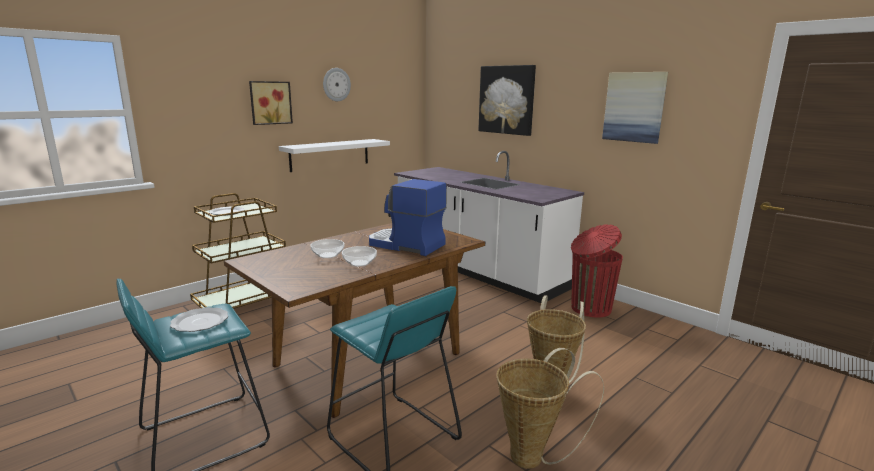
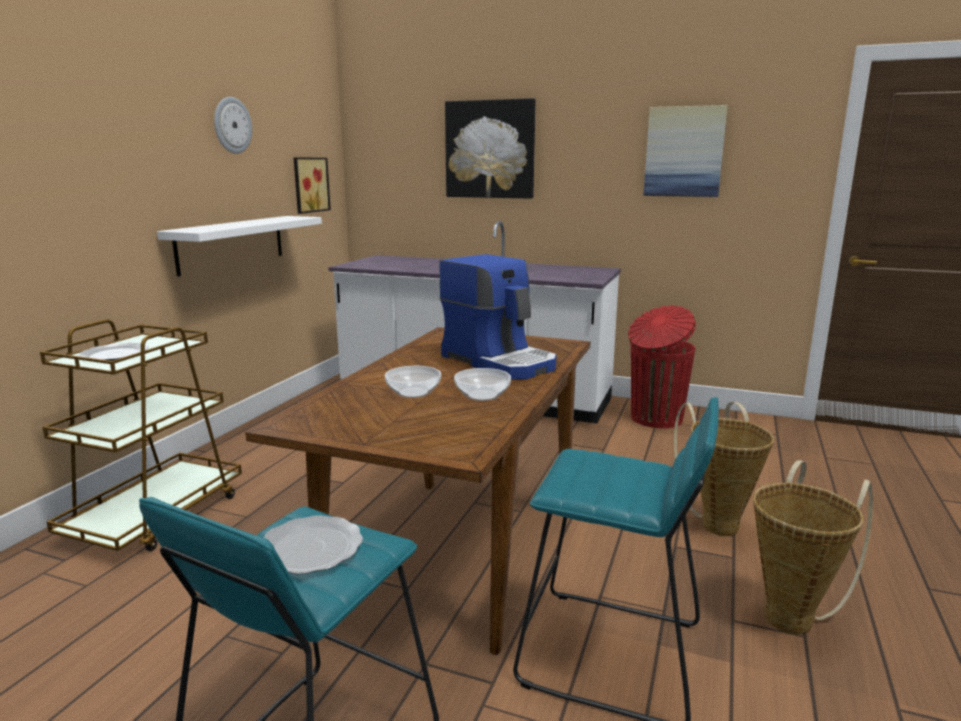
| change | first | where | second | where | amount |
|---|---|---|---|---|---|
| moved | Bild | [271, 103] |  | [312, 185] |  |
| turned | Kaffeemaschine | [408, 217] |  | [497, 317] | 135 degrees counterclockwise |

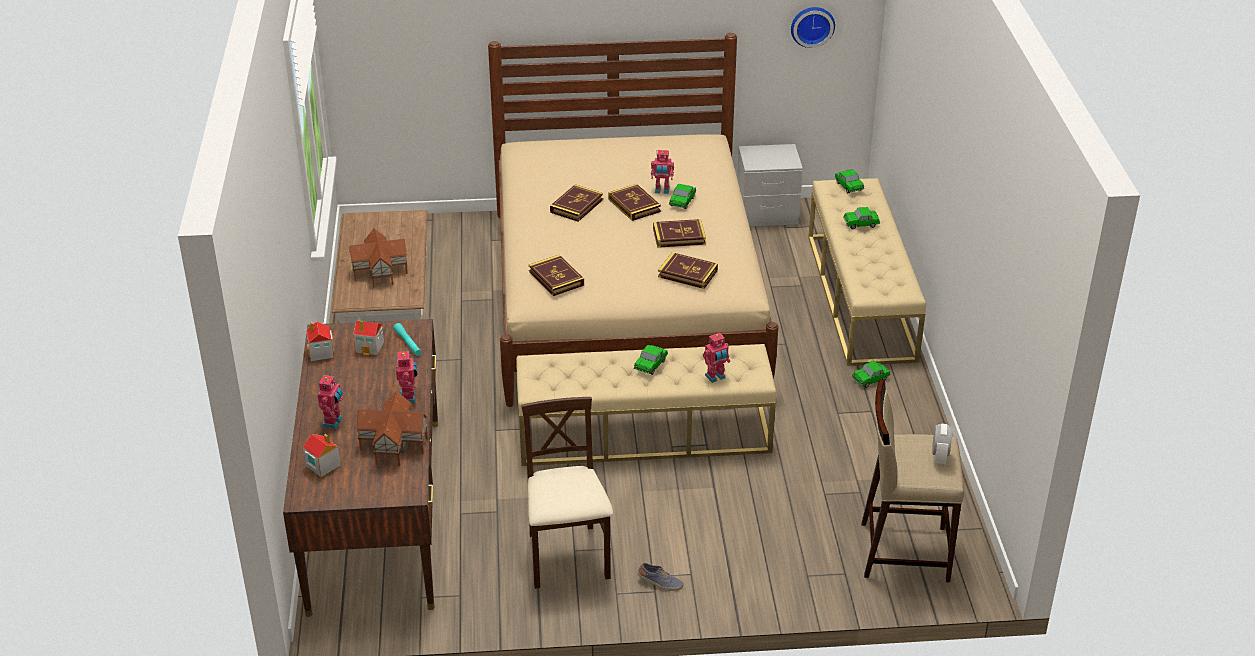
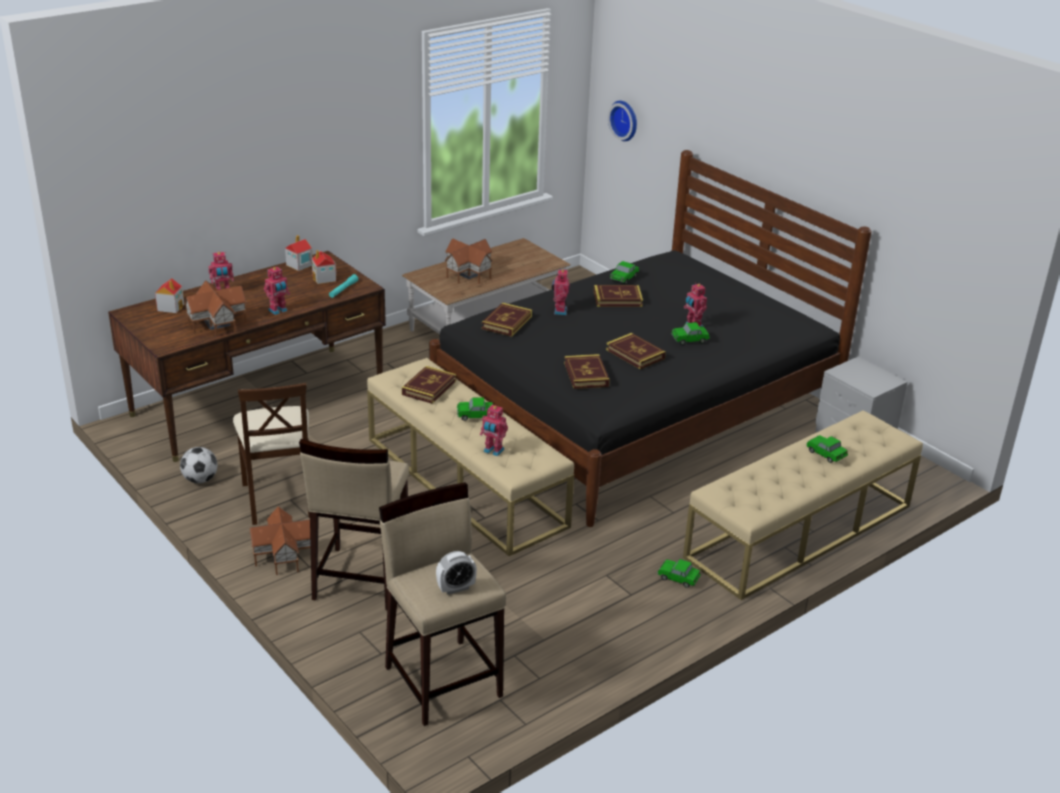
| change | first | where | second | where | amount |
|---|---|---|---|---|---|
| added |  |  | Fußball | [199, 465] |  |
| turned | Stuhl/beige | [567, 493] |  | [271, 454] | 120 degrees clockwise |
| replaced | Schuh | [661, 577] | Spielzeughaus | [280, 540] |  |
| added |  |  | Hocker/beige | [354, 524] |  |
| moved | Buch | [634, 202] |  | [429, 385] |  |
| recoloured | Bett/beige | [633, 220] | Bett/schwarz | [650, 338] |  |
| added |  |  | Spielzeugroboter | [561, 291] |  |
| moved | Wanduhr | [813, 27] |  | [622, 121] |  |
| moved | Spielzeugauto | [849, 181] |  | [624, 272] |  |

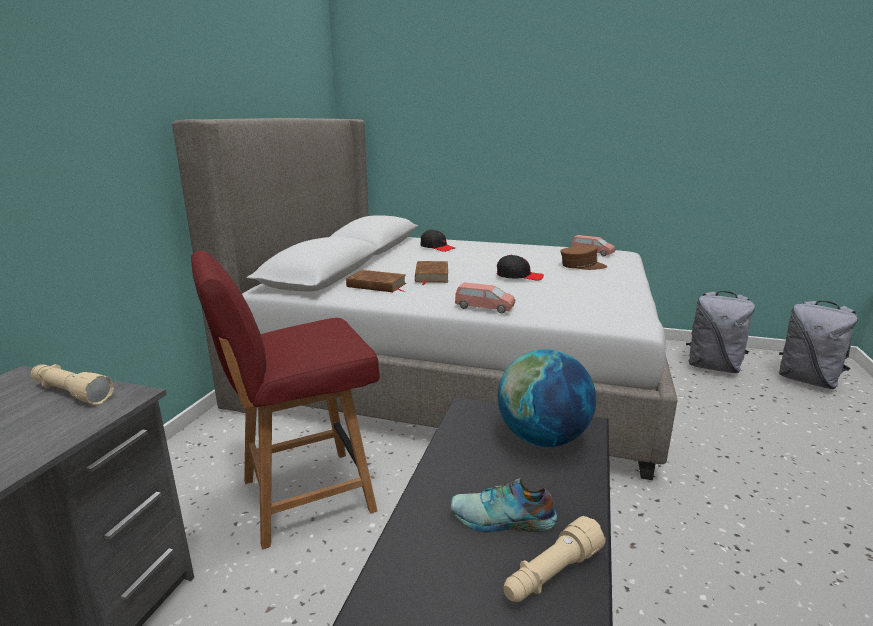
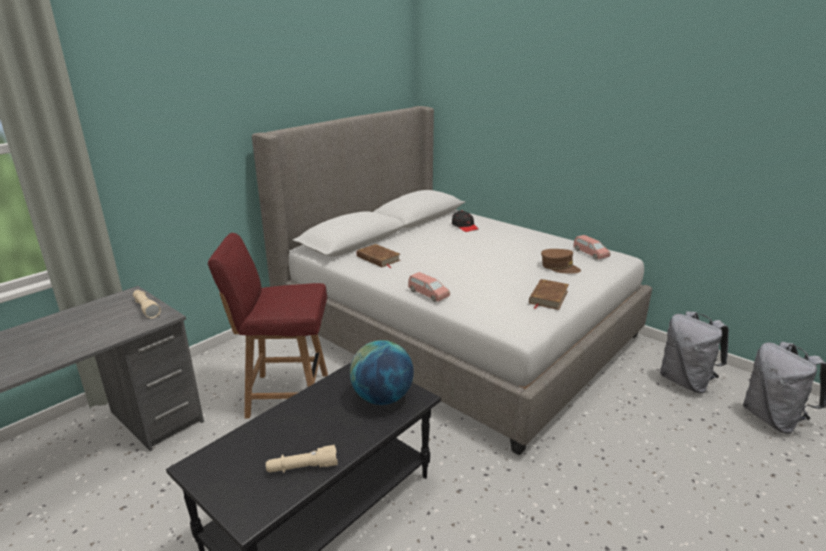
| change | first | where | second | where | amount |
|---|---|---|---|---|---|
| moved | Buch/braun | [431, 273] |  | [549, 294] |  |
| removed | Schuh | [504, 505] |  |  |  |
| removed | Kappe/schwarz | [520, 267] |  |  |  |

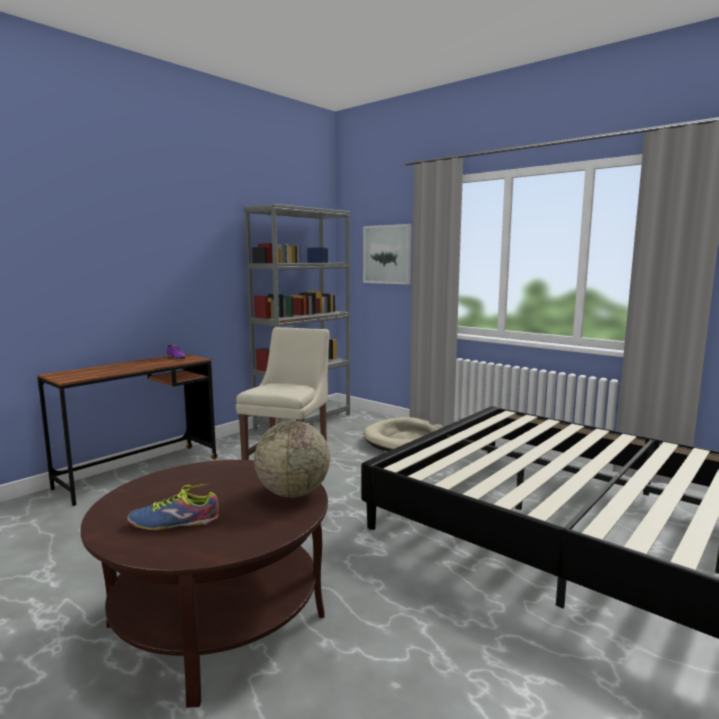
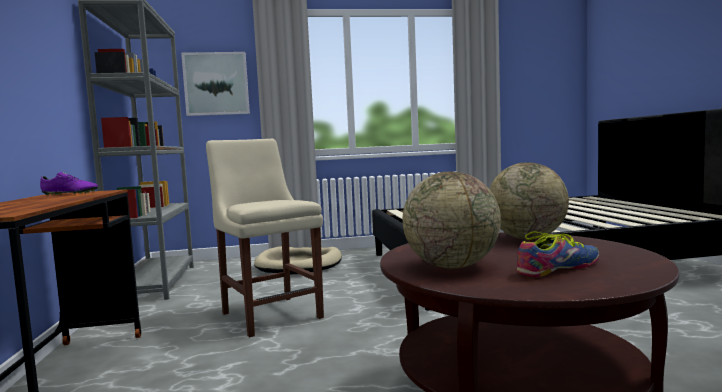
| change | first | where | second | where | amount |
|---|---|---|---|---|---|
| added |  |  | Globus | [451, 220] |  |
| turned | Schuh | [173, 507] |  | [558, 254] | 150 degrees counterclockwise |

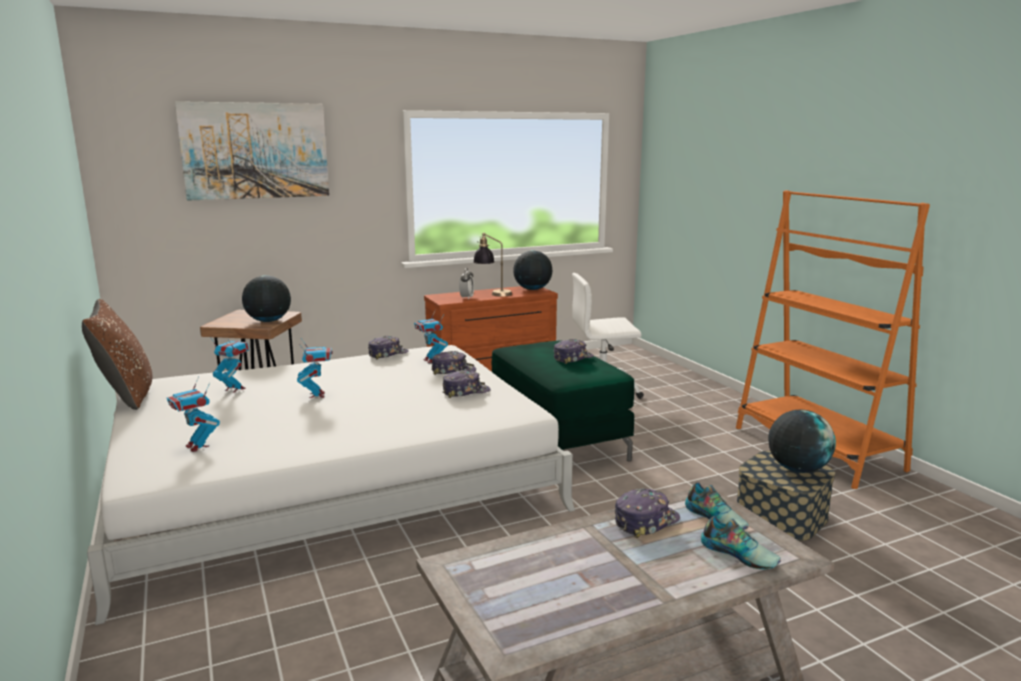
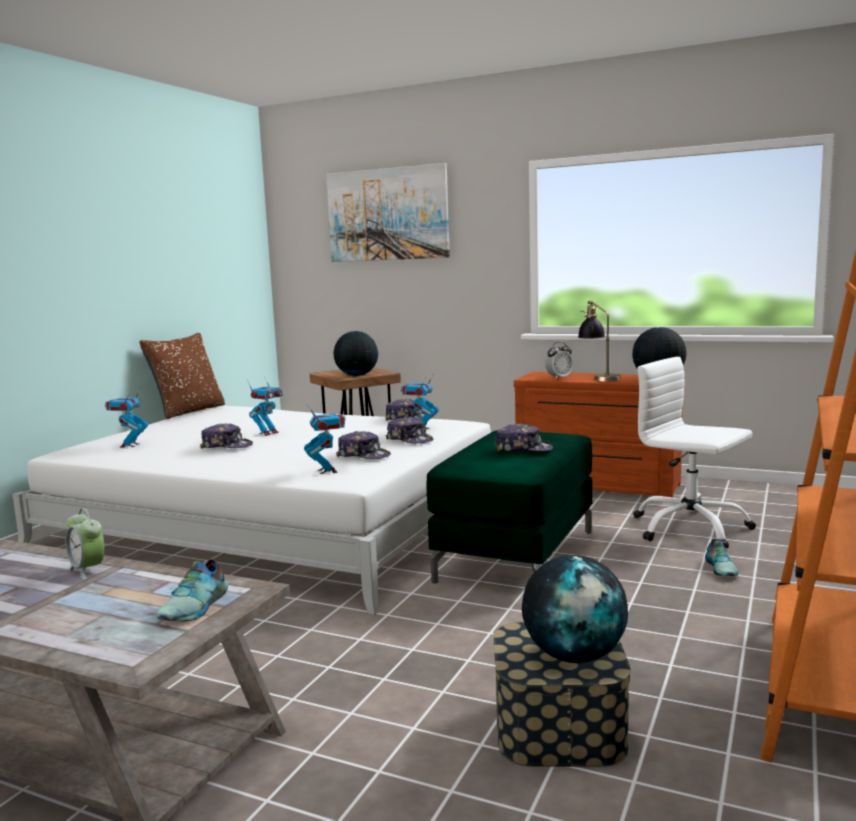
| change | first | where | second | where | amount |
|---|---|---|---|---|---|
| added |  |  | Wecker | [85, 544] |  |
| moved | Kappe | [647, 513] |  | [226, 436] |  |
| moved | Spielzeugroboter | [229, 365] |  | [324, 439] |  |
| moved | Schuh | [741, 542] |  | [722, 557] |  |

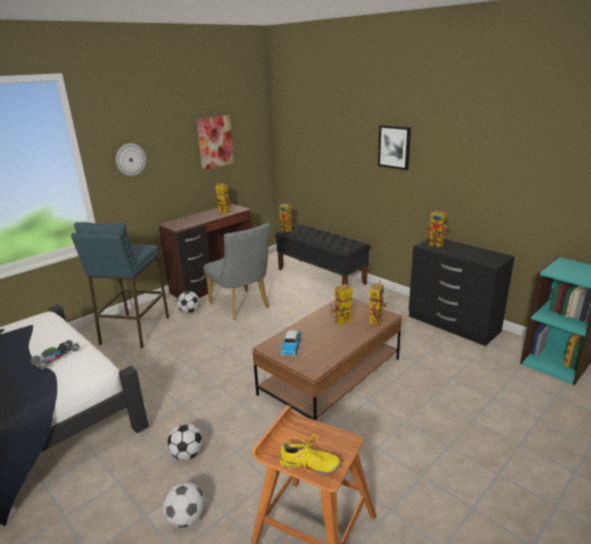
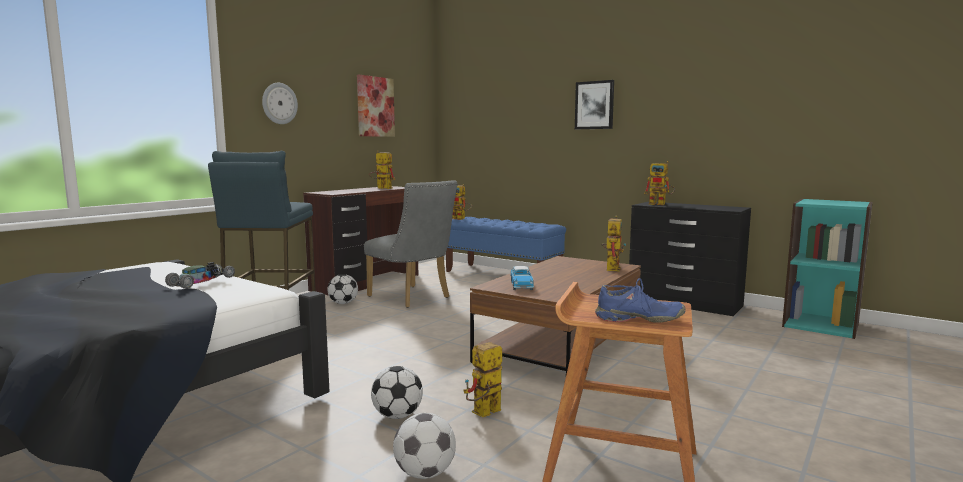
| change | first | where | second | where | amount |
|---|---|---|---|---|---|
| recoloured | Bank/schwarz | [322, 254] | Bank/blau | [506, 244] |  |
| moved | Spielzeugroboter | [341, 305] |  | [482, 379] |  |
| recoloured | Schuh/gelb | [310, 453] | Schuh/blau | [640, 300] |  |

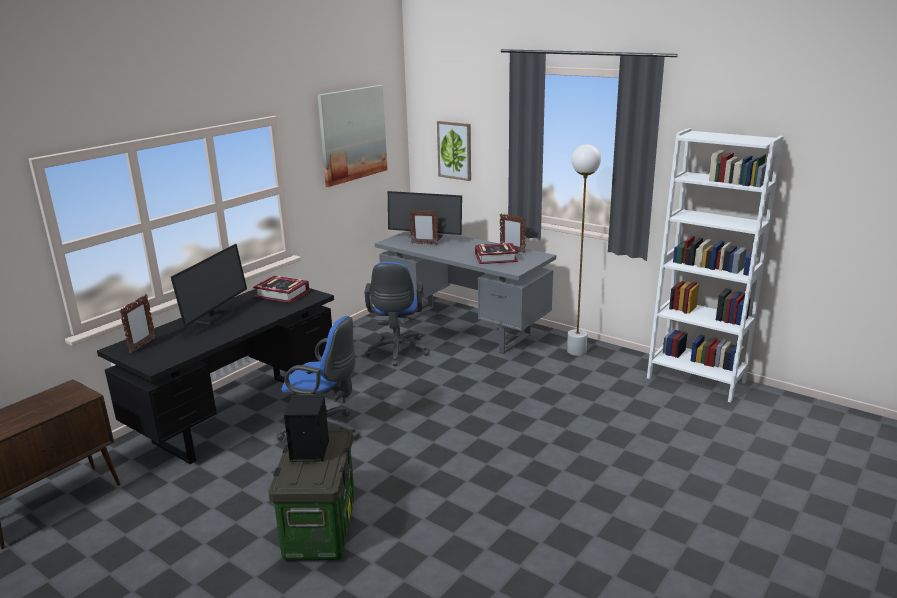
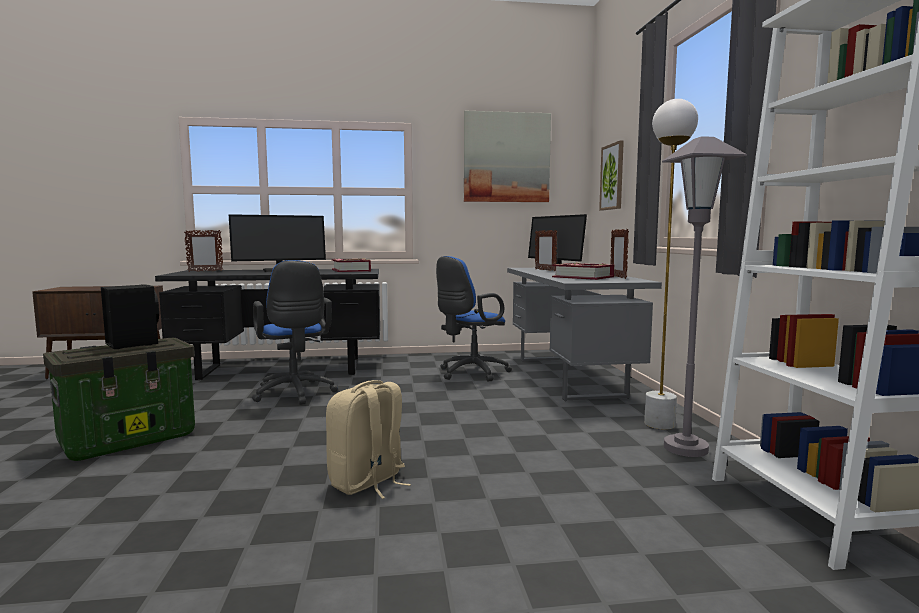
| change | first | where | second | where | amount |
|---|---|---|---|---|---|
| added |  |  | Rucksack/beige | [368, 439] |  |
| added |  |  | Stehlampe/grau | [704, 296] |  |

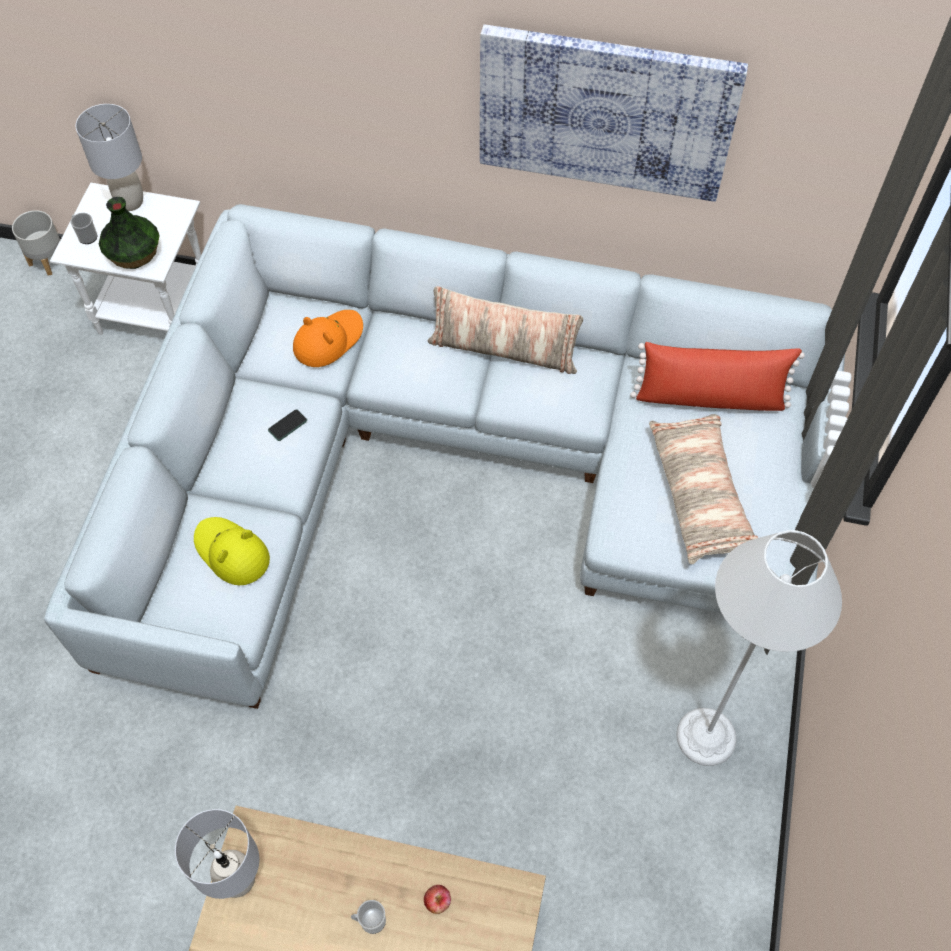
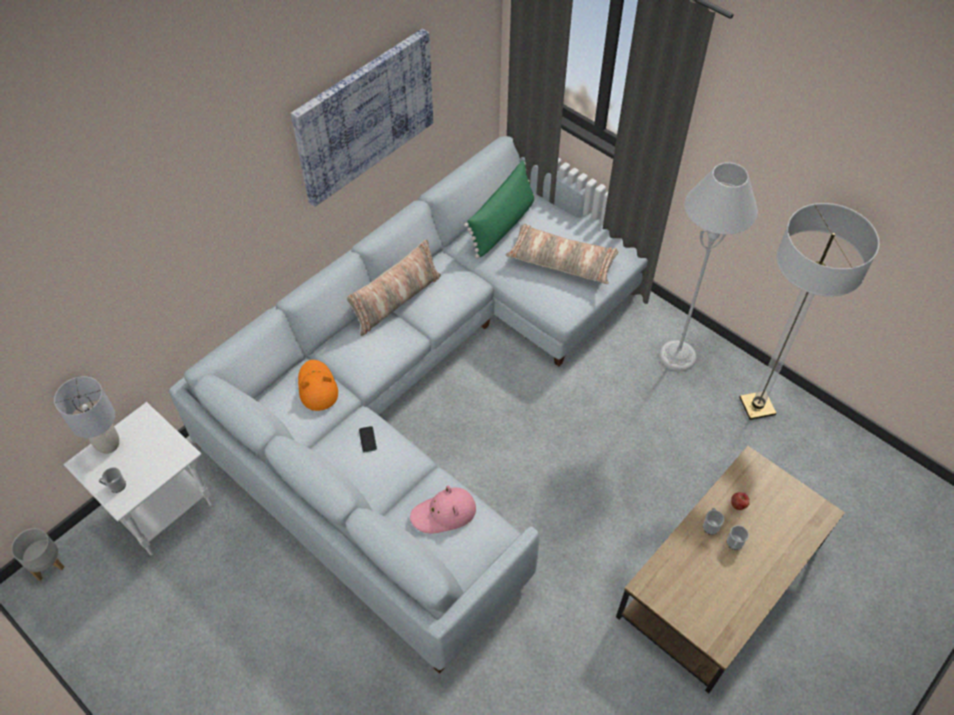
| change | first | where | second | where | amount |
|---|---|---|---|---|---|
| recoloured | Hut/gelb | [232, 551] | Hut/rosa | [443, 509] |  |
| recoloured | Kissen/rot | [717, 376] | Kissen/grün | [499, 209] |  |
| added |  |  | Henkelbecher | [713, 521] |  |
| added |  |  | Stehlampe | [809, 311] |  |
| removed | Vase | [129, 233] |  |  |  |
| removed | Tischlampe/grau | [217, 854] |  |  |  |

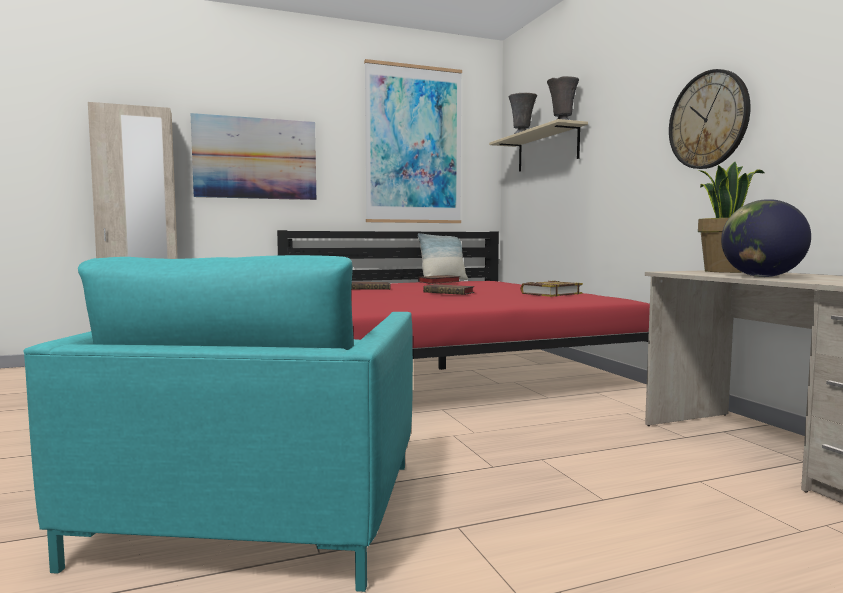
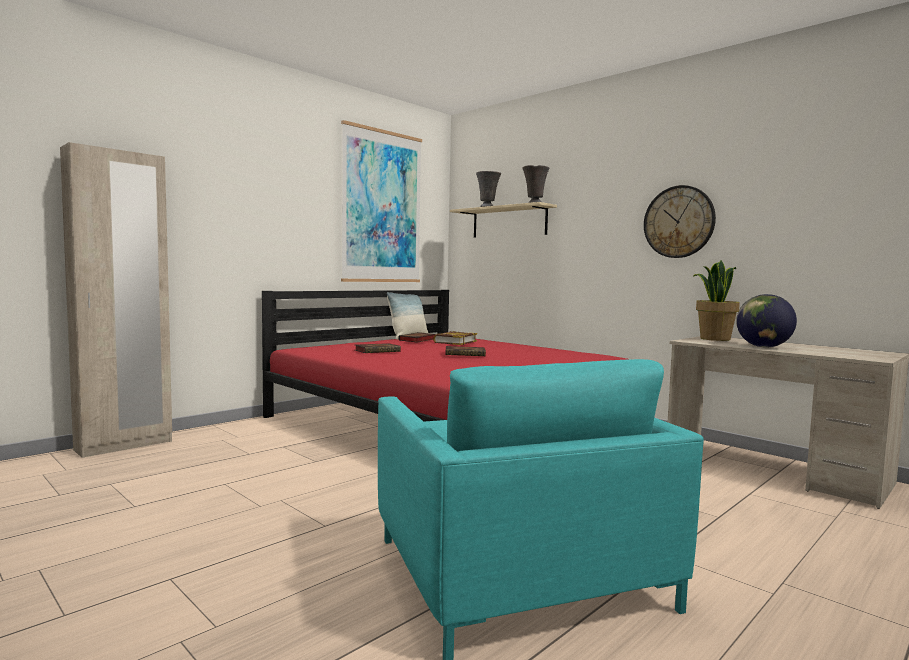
| change | first | where | second | where | amount |
|---|---|---|---|---|---|
| moved | Buch | [551, 289] |  | [455, 338] |  |
| removed | Bild | [253, 156] |  |  |  |

